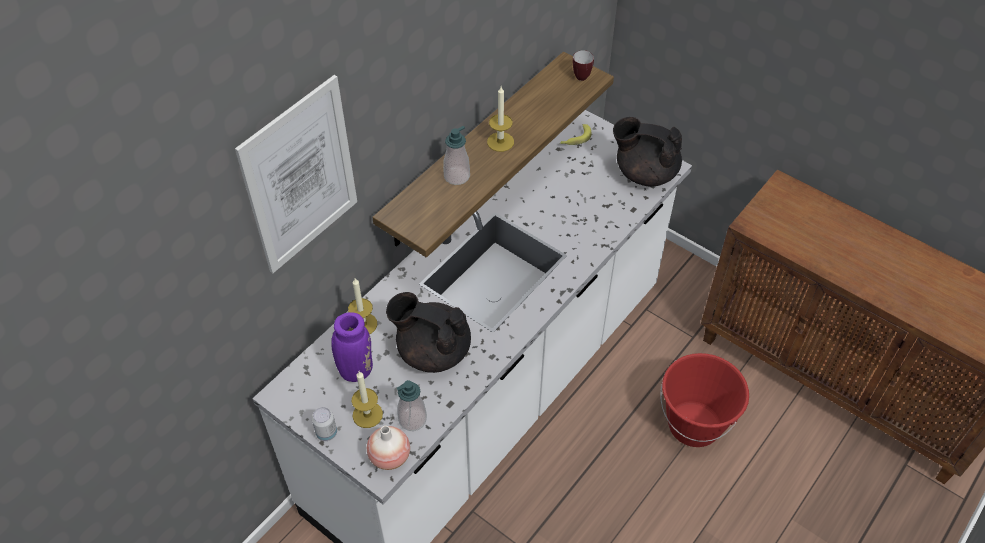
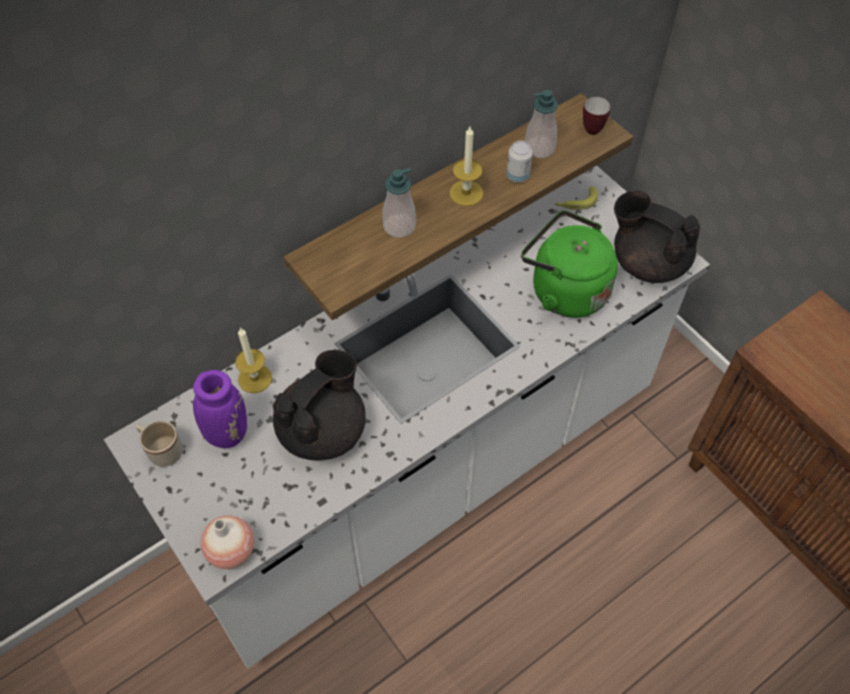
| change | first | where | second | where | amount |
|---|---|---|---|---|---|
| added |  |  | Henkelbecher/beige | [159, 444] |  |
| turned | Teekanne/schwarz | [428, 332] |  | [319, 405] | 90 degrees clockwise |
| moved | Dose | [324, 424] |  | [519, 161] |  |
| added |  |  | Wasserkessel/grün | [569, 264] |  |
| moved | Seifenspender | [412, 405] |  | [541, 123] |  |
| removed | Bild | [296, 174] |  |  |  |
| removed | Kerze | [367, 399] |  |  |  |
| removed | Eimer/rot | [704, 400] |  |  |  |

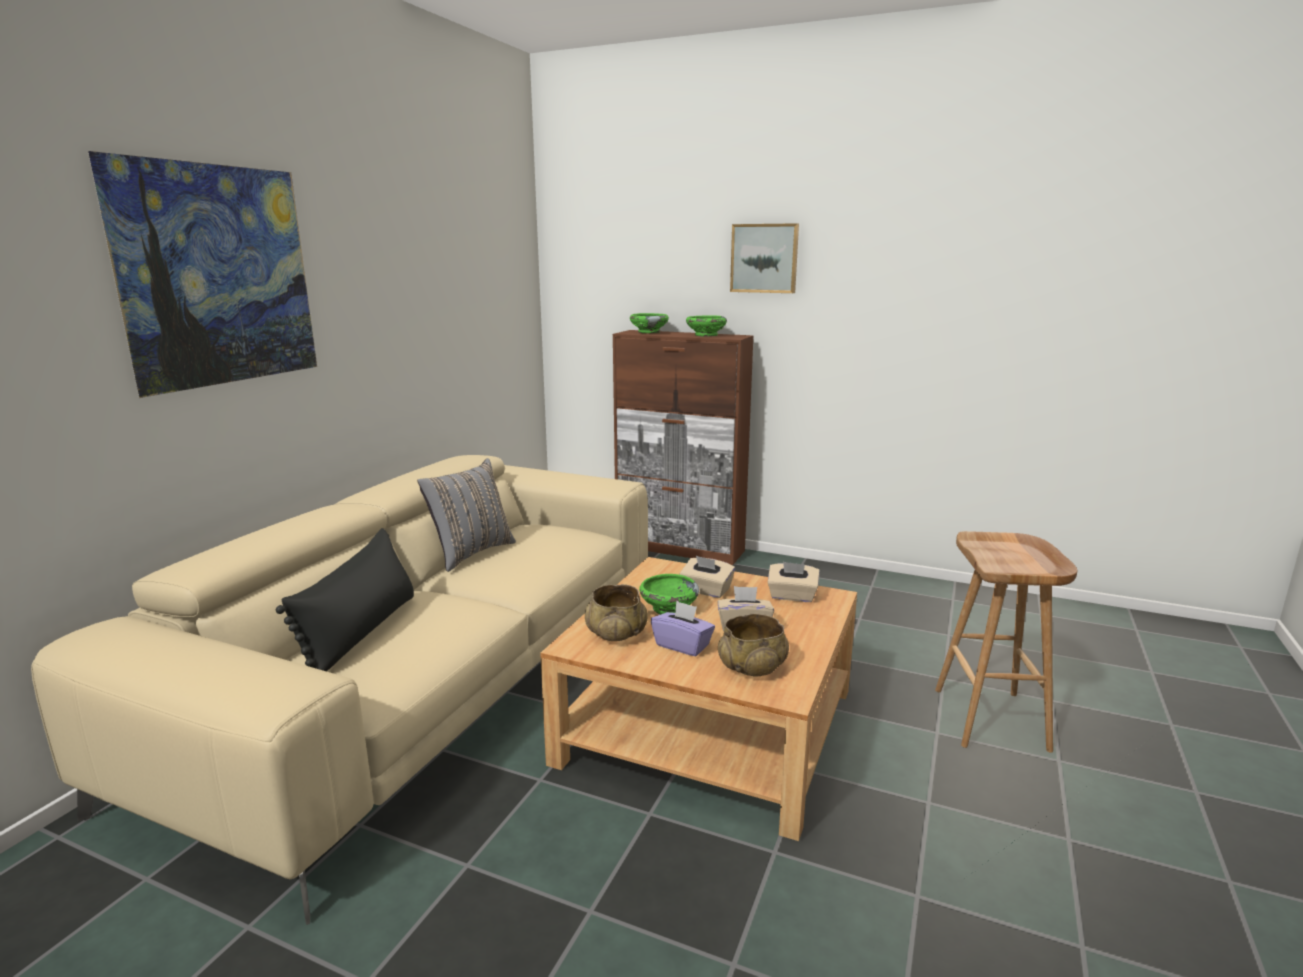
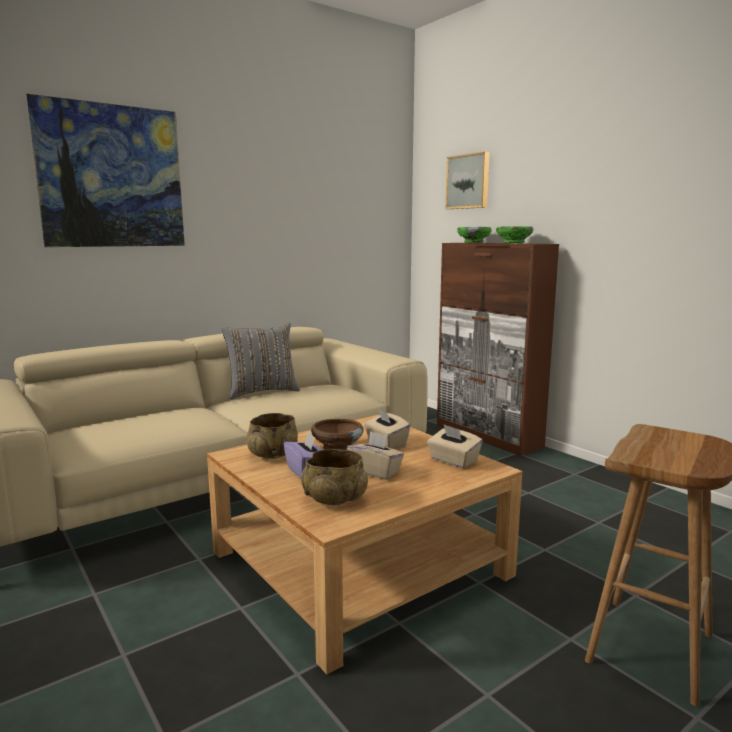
| change | first | where | second | where | amount |
|---|---|---|---|---|---|
| recoloured | Schüssel/grün | [669, 594] | Schüssel/braun | [337, 434] |  |
| moved | Bild | [764, 258] |  | [468, 180] |  |
| removed | Kissen/schwarz | [345, 599] |  |  |  |

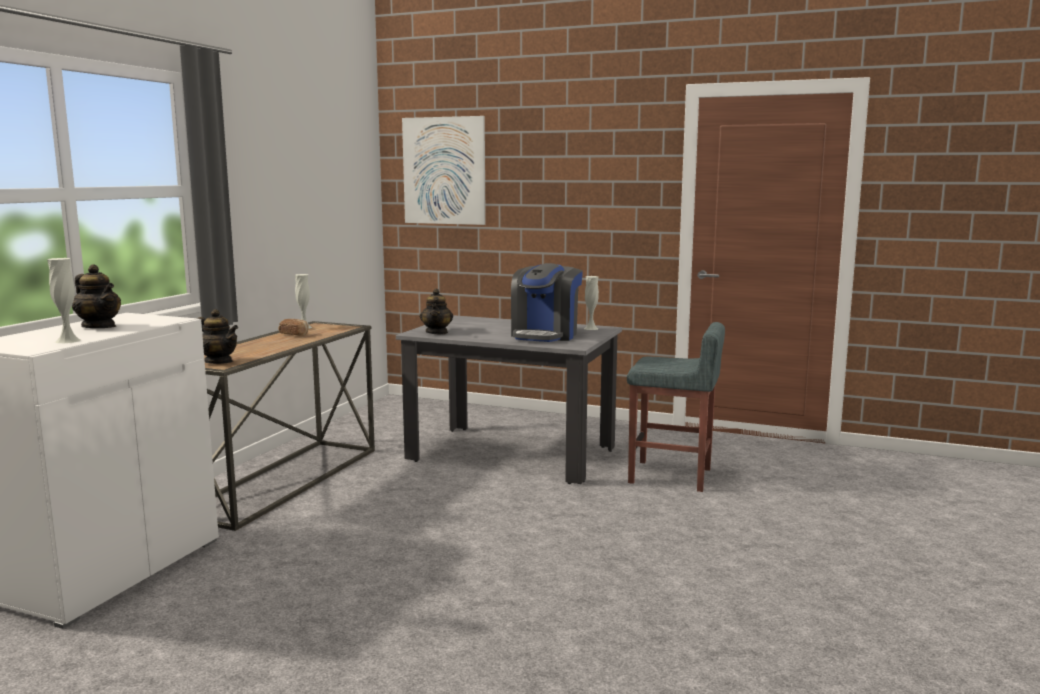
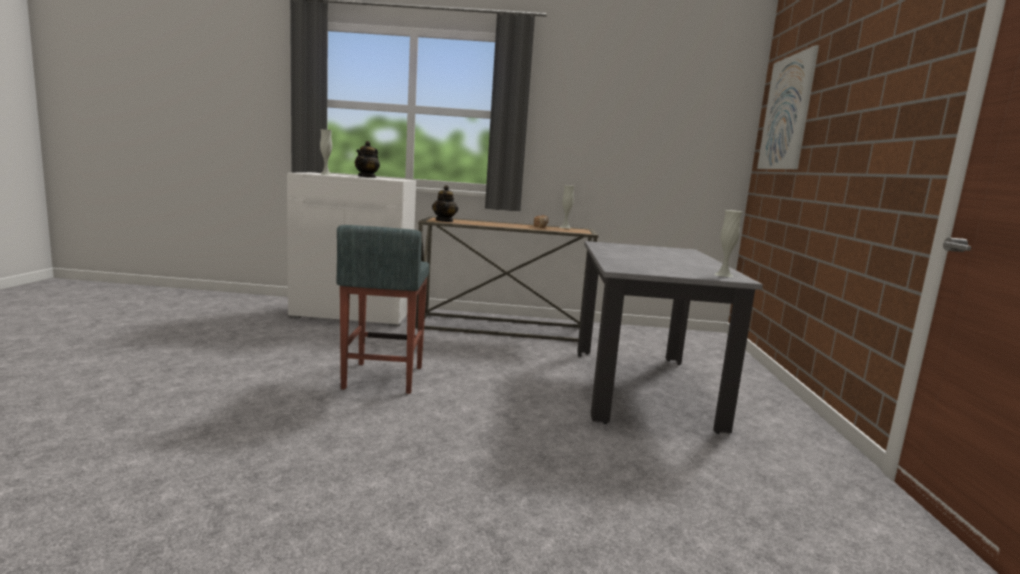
| change | first | where | second | where | amount |
|---|---|---|---|---|---|
| moved | Hocker/grau | [676, 407] |  | [382, 309] |  |
| removed | Teekanne | [436, 311] |  |  |  |
| removed | Kaffeemaschine | [547, 302] |  |  |  |

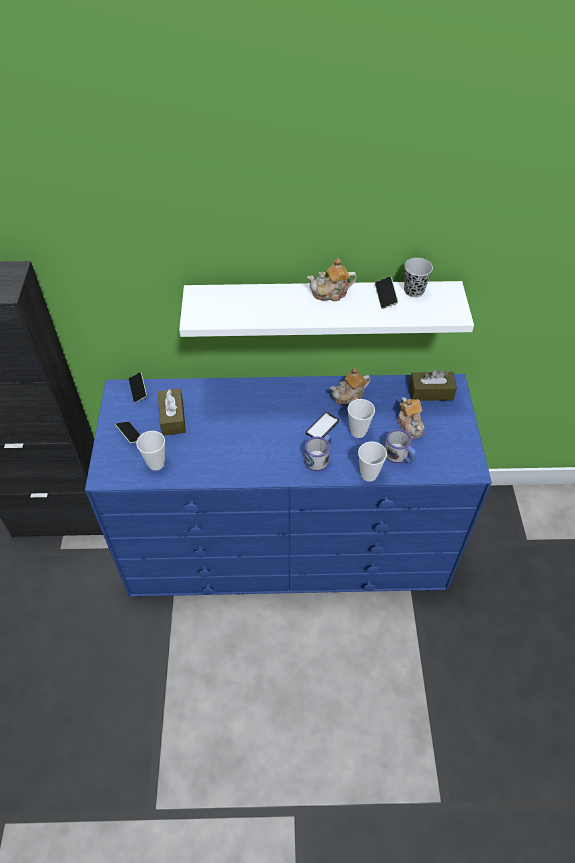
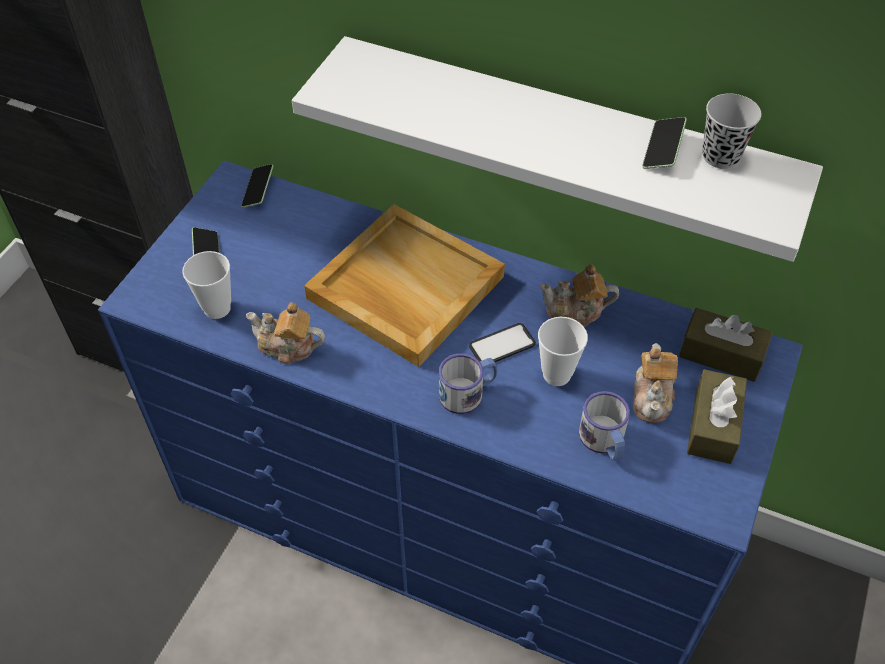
| change | first | where | second | where | amount |
|---|---|---|---|---|---|
| moved | Teekanne | [332, 279] |  | [285, 333] |  |
| added |  |  | Tablett/beige | [404, 285] |  |
| moved | Taschentuchbox/braun | [172, 412] |  | [717, 416] |  |
| removed | Tasse | [372, 462] |  |  |  |

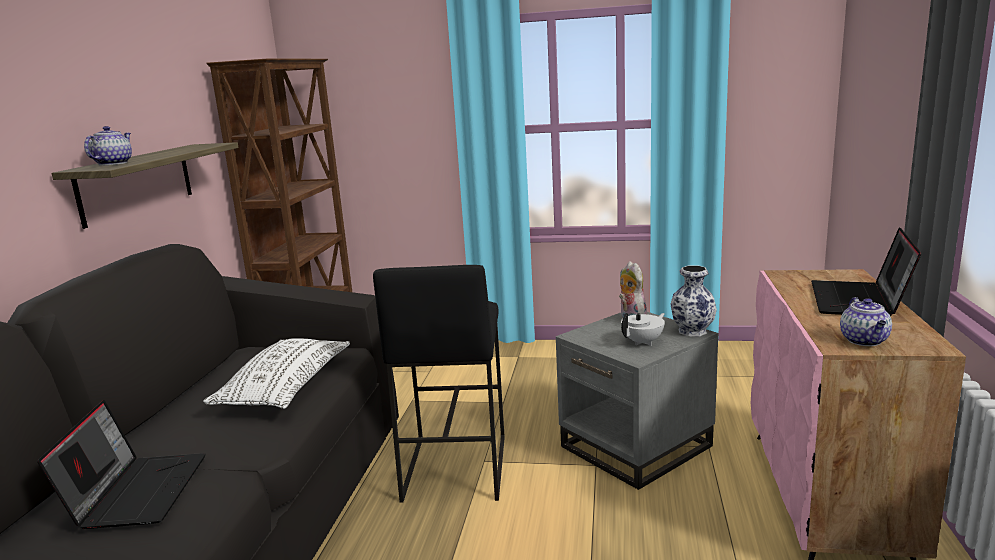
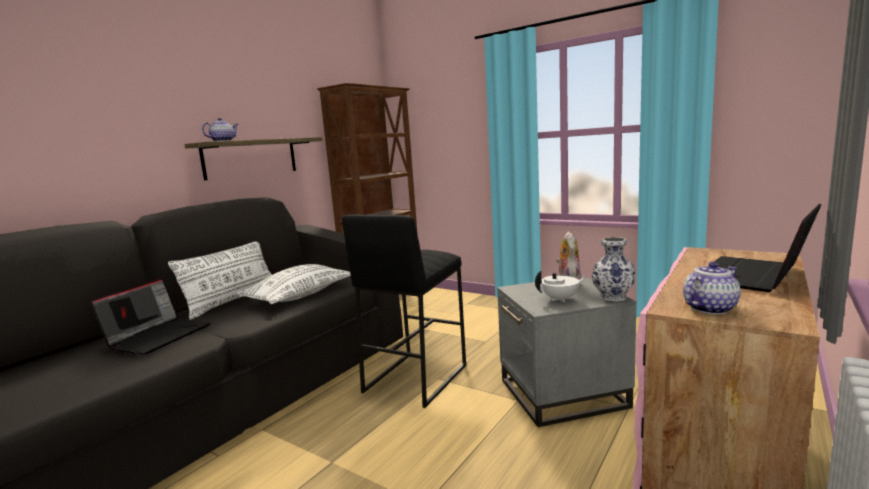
| change | first | where | second | where | amount |
|---|---|---|---|---|---|
| added |  |  | Kissen/weiß | [220, 281] |  |
| turned | Teekanne | [866, 321] |  | [712, 288] | 150 degrees counterclockwise |

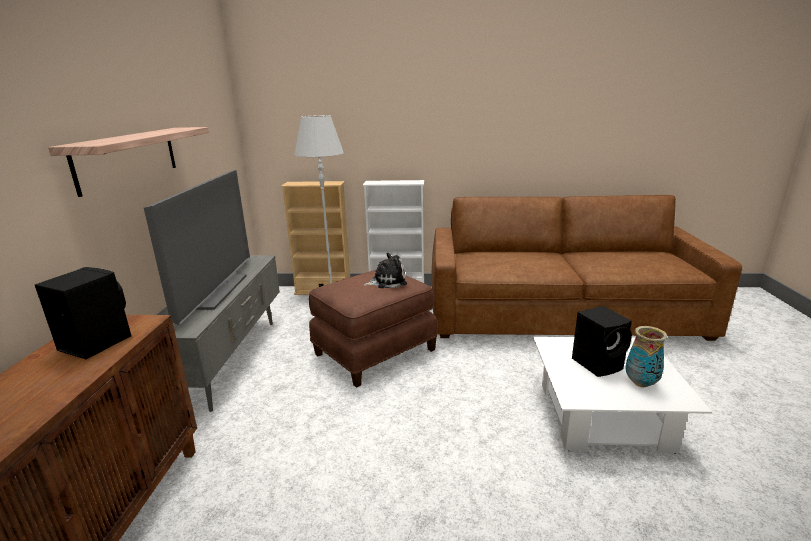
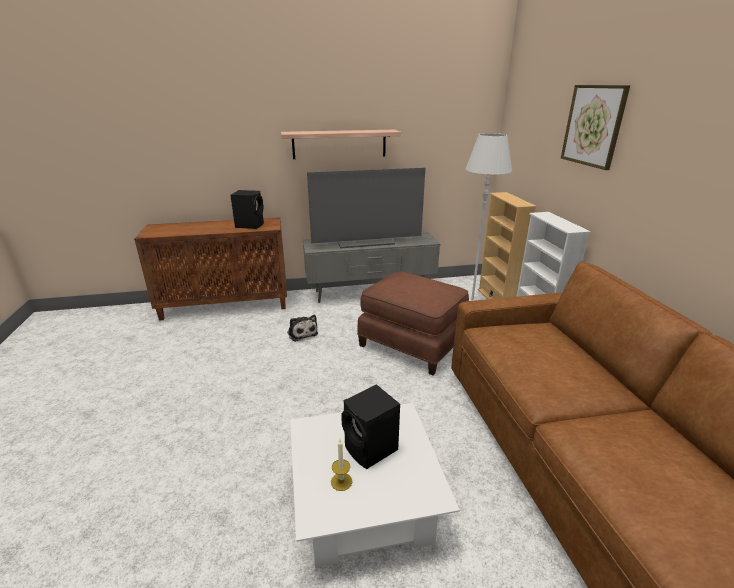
| change | first | where | second | where | amount |
|---|---|---|---|---|---|
| moved | Plüschtier | [385, 270] |  | [302, 328] |  |
| replaced | Vase | [646, 356] | Kerze | [341, 465] |  |
| added |  |  | Bild | [595, 127] |  |

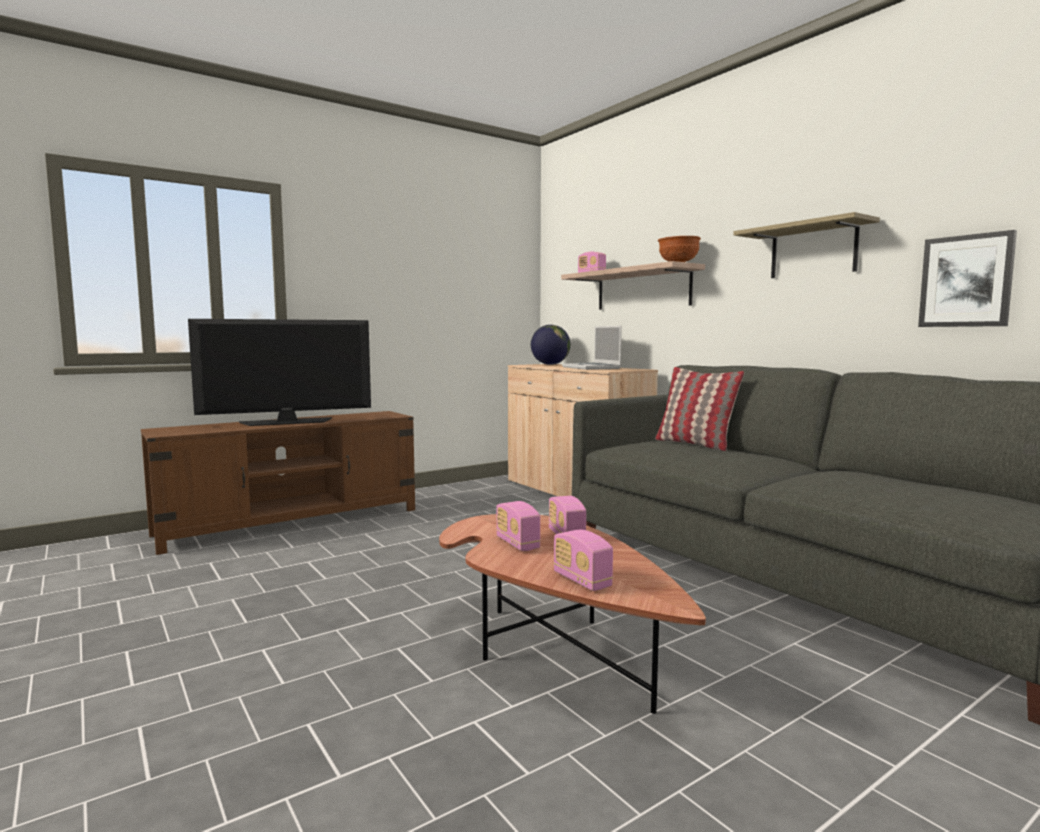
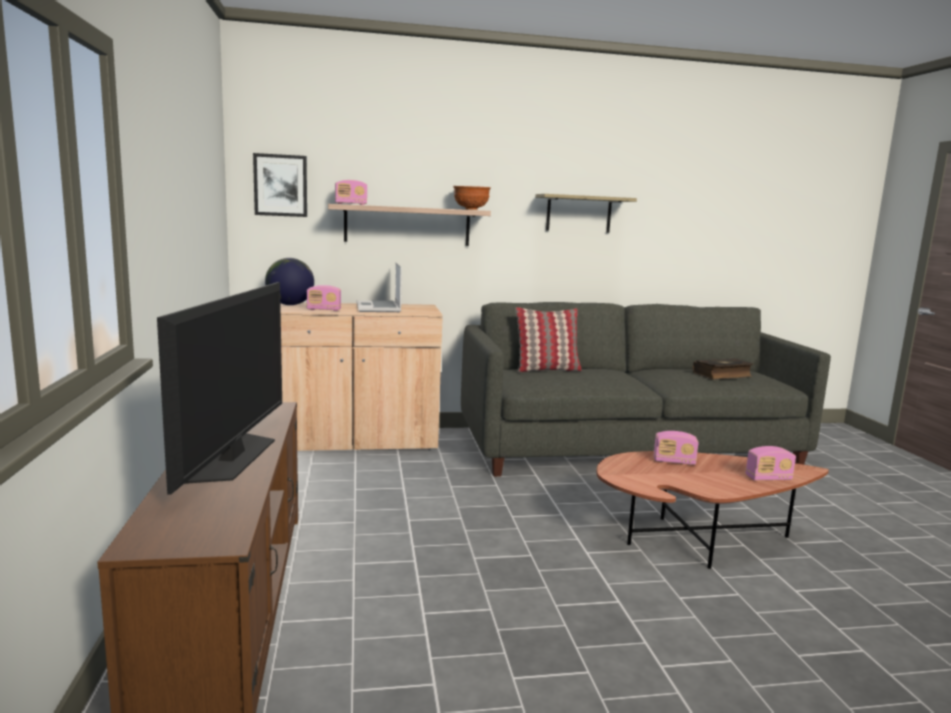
| change | first | where | second | where | amount |
|---|---|---|---|---|---|
| moved | Bild | [967, 278] |  | [280, 185] |  |
| moved | Radio | [518, 526] |  | [324, 298] |  |
| turned | Laptop | [592, 348] |  | [379, 287] | 75 degrees clockwise |
| added |  |  | Buch | [723, 369] |  |

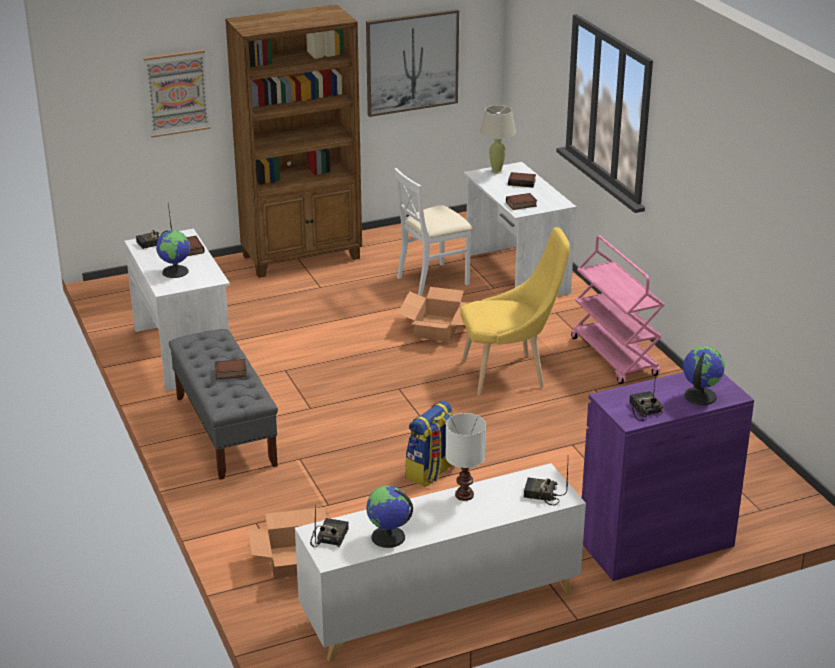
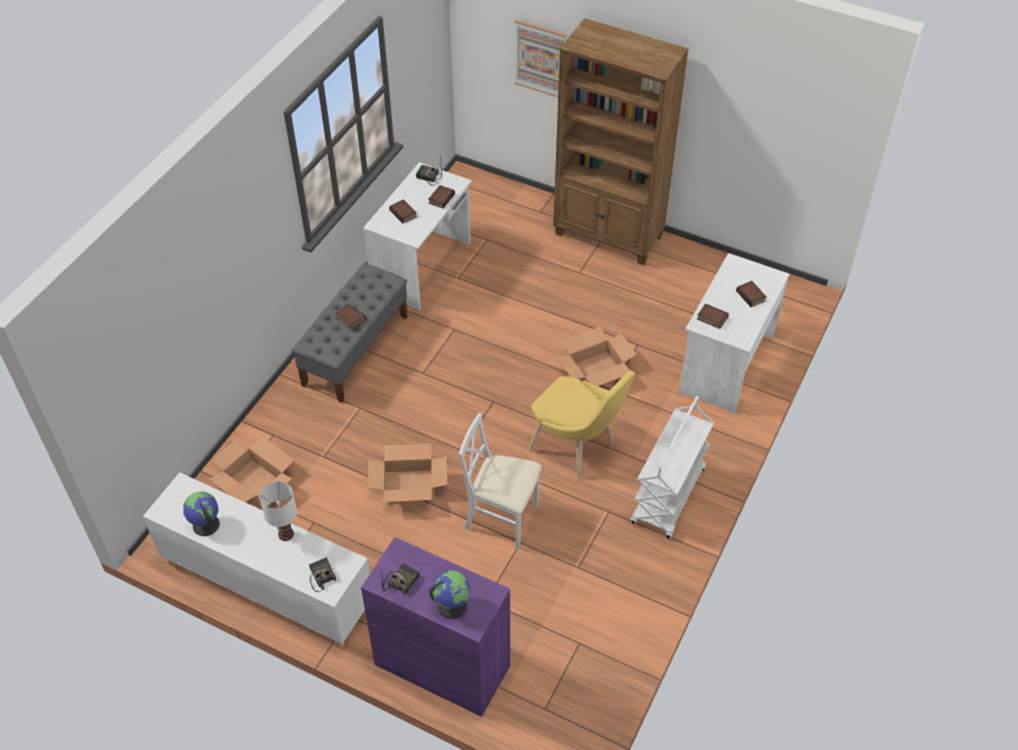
| change | first | where | second | where | amount |
|---|---|---|---|---|---|
| replaced | Rucksack | [430, 443] | Karton | [407, 473] |  |
| replaced | Globus | [173, 254] | Buch | [403, 211] |  |
| moved | Stuhl/weiß | [433, 232] |  | [500, 481] |  |
| recoloured | Rollwagen/rosa | [617, 310] | Rollwagen/weiß | [672, 467] |  |
| removed | Radio | [329, 526] |  |  |  |
| removed | Bild | [412, 63] |  |  |  |
| removed | Tischlampe/beige | [498, 139] |  |  |  |

